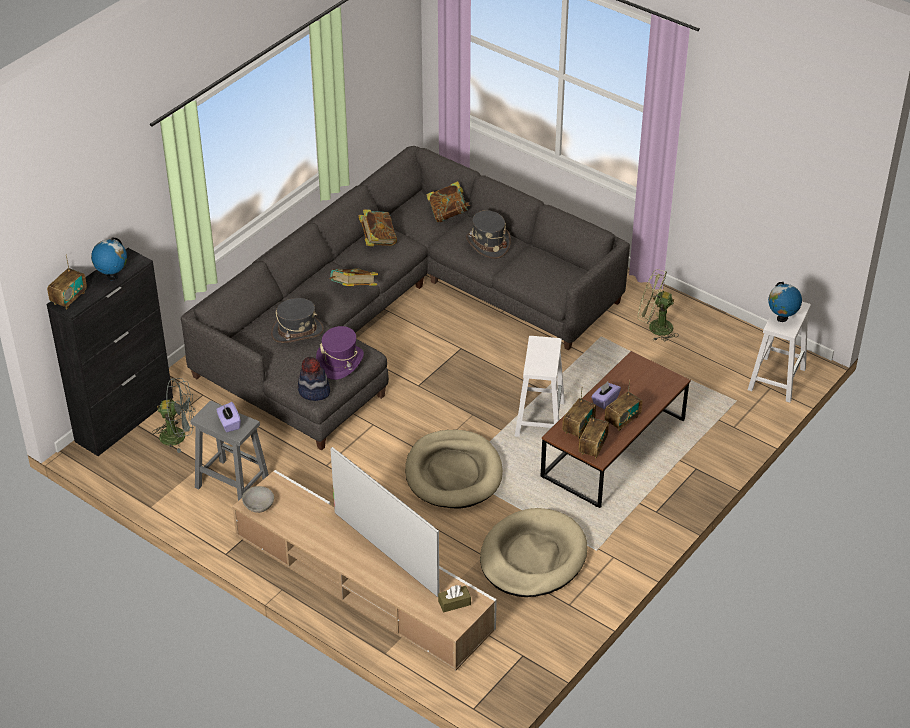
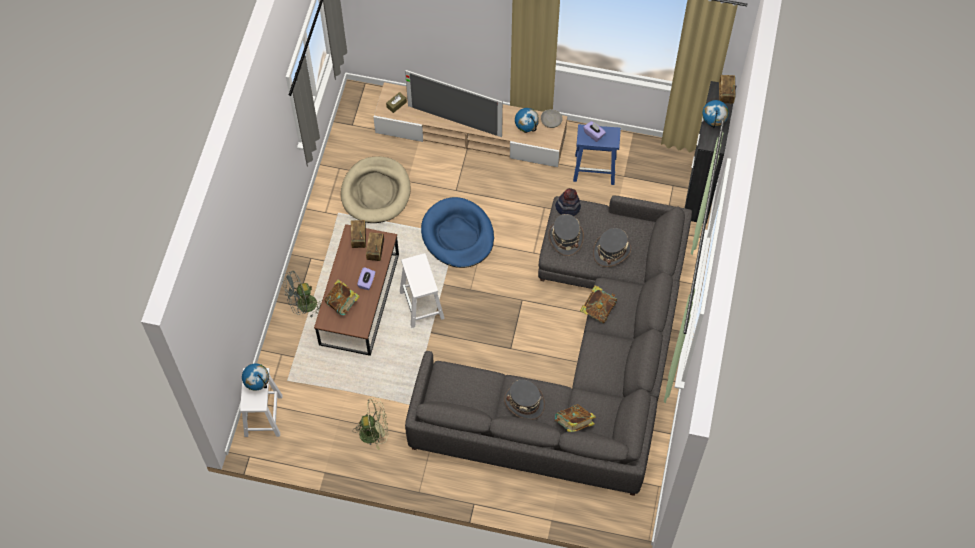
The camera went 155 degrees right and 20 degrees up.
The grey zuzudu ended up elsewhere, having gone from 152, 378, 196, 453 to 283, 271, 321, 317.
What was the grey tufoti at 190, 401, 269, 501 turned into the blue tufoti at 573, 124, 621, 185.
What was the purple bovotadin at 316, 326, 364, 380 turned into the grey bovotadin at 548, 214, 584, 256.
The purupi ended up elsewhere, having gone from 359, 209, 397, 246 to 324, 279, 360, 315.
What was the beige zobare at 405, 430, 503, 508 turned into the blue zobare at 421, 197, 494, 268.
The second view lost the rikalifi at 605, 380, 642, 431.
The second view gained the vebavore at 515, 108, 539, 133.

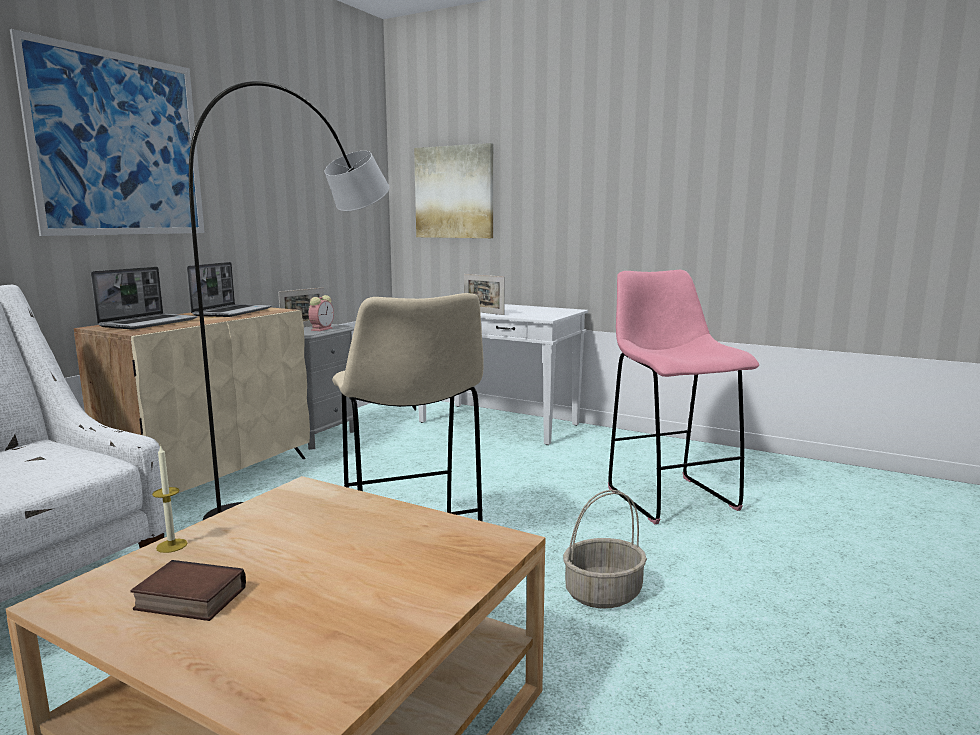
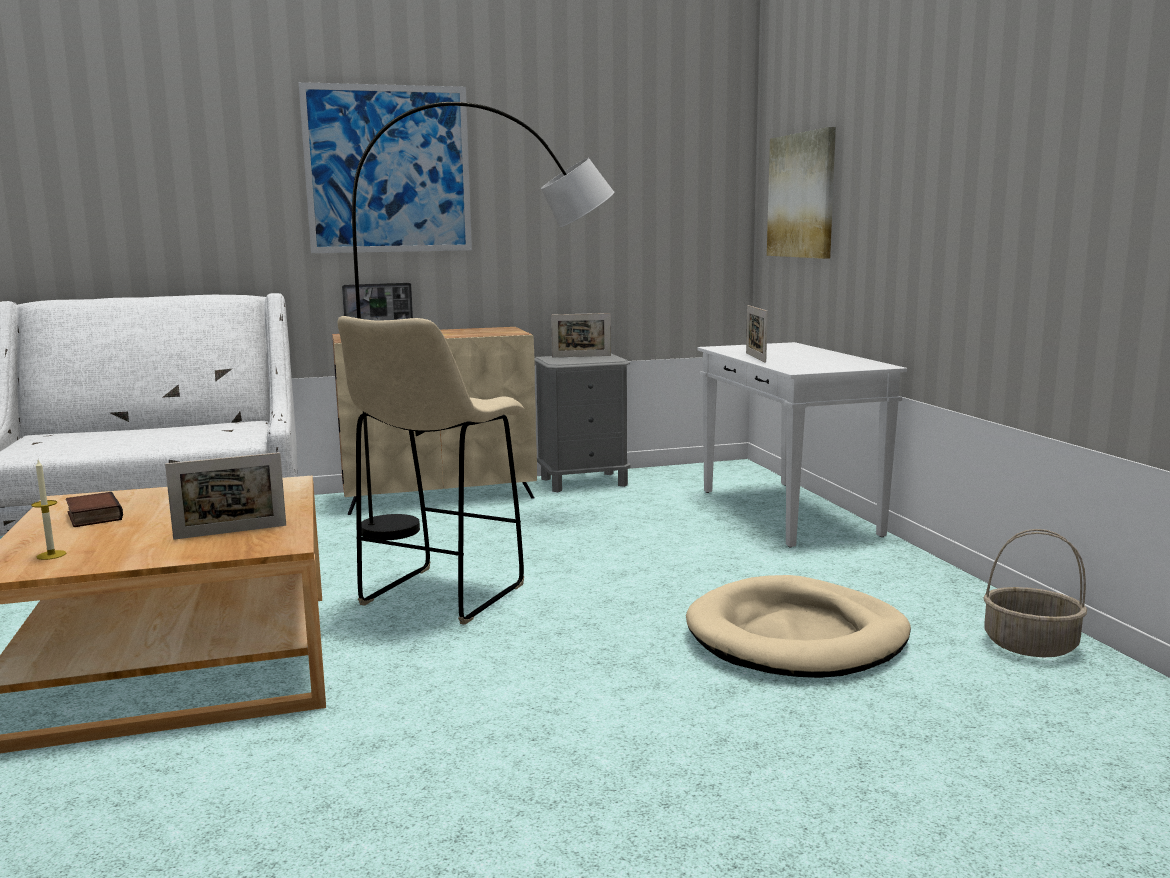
The camera went 45 degrees right and 0 degrees up.
The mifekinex ended up elsewhere, having gone from 152, 445, 187, 553 to 31, 460, 67, 560.
The second view lost the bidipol at 187, 262, 272, 317.
The second view lost the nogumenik at 308, 295, 334, 331.
The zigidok ended up elsewhere, having gone from 563, 490, 647, 608 to 983, 529, 1087, 657.
Where the pink tufoti stood at 608, 270, 759, 524, the beige zobare came to stand at 686, 575, 911, 678.
The second view gained the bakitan at 165, 452, 286, 540.

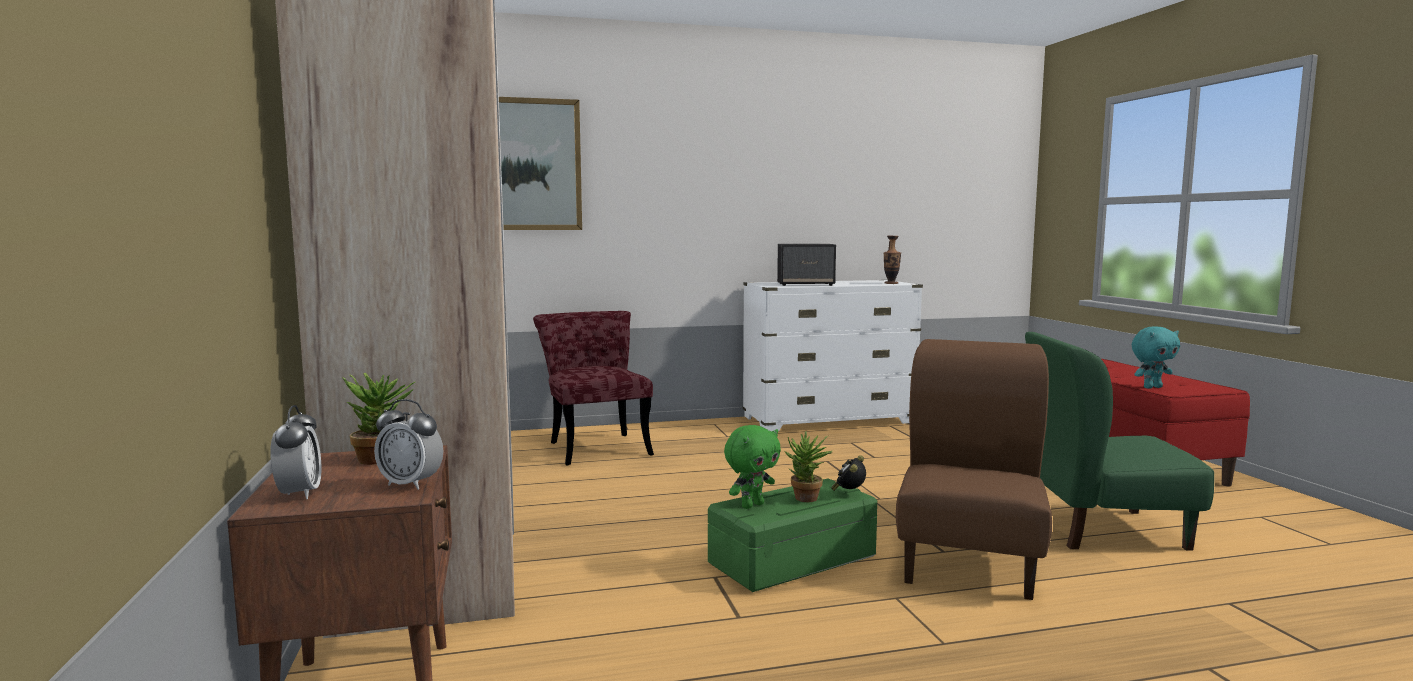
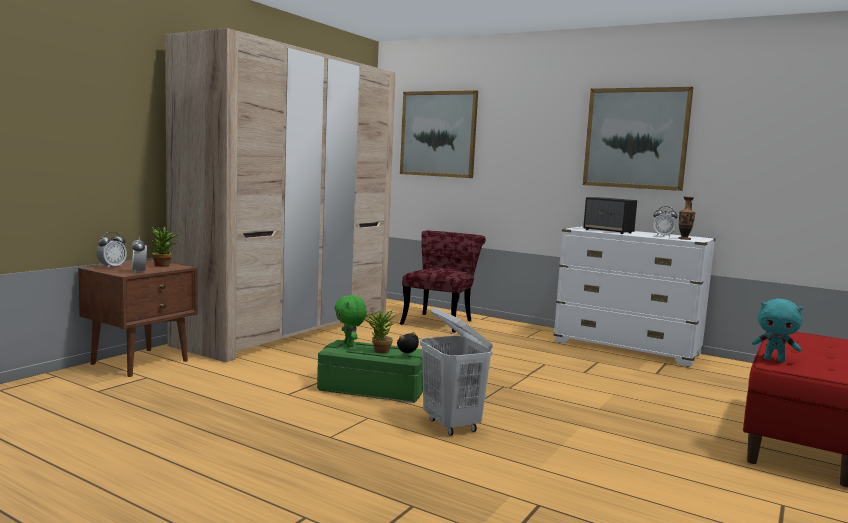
The camera went 45 degrees right and 0 degrees up.
The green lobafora at 724, 425, 781, 509 ended up facing another way, 60 degrees clockwise from before.
Where the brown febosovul stood at 896, 339, 1052, 600, the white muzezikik came to stand at 420, 308, 493, 436.
The second view lost the green febosovul at 1025, 332, 1214, 550.
The second view gained the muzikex at 583, 87, 693, 191.
The second view gained the nogumenik at 653, 206, 678, 237.

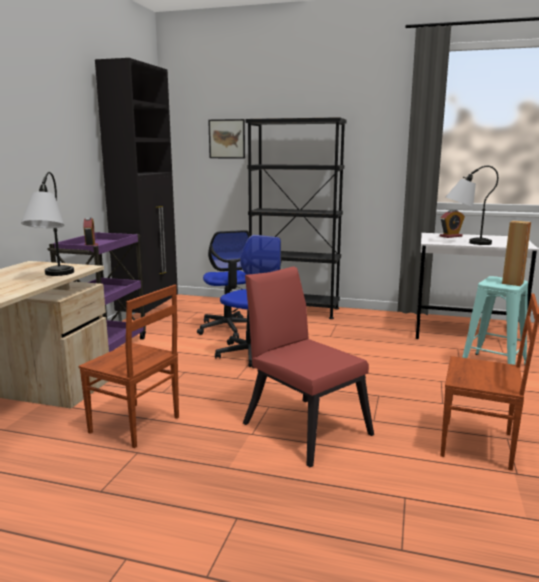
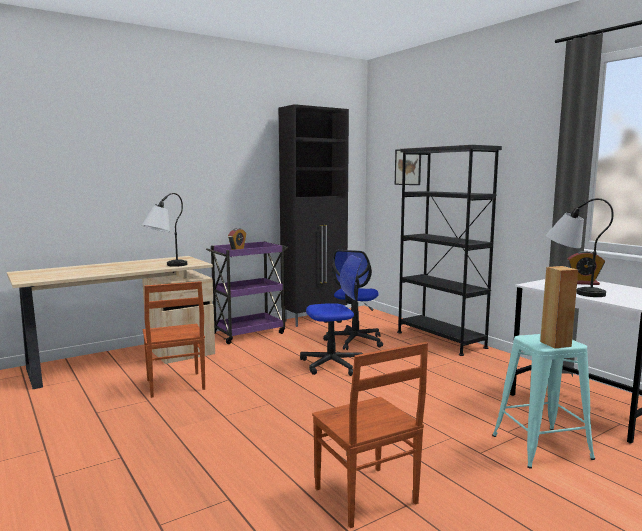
The camera went 40 degrees right and 5 degrees down.
The second view lost the red febosovul at 243, 266, 374, 468.

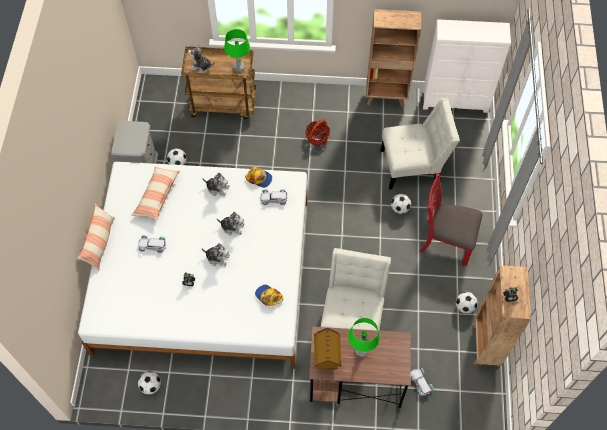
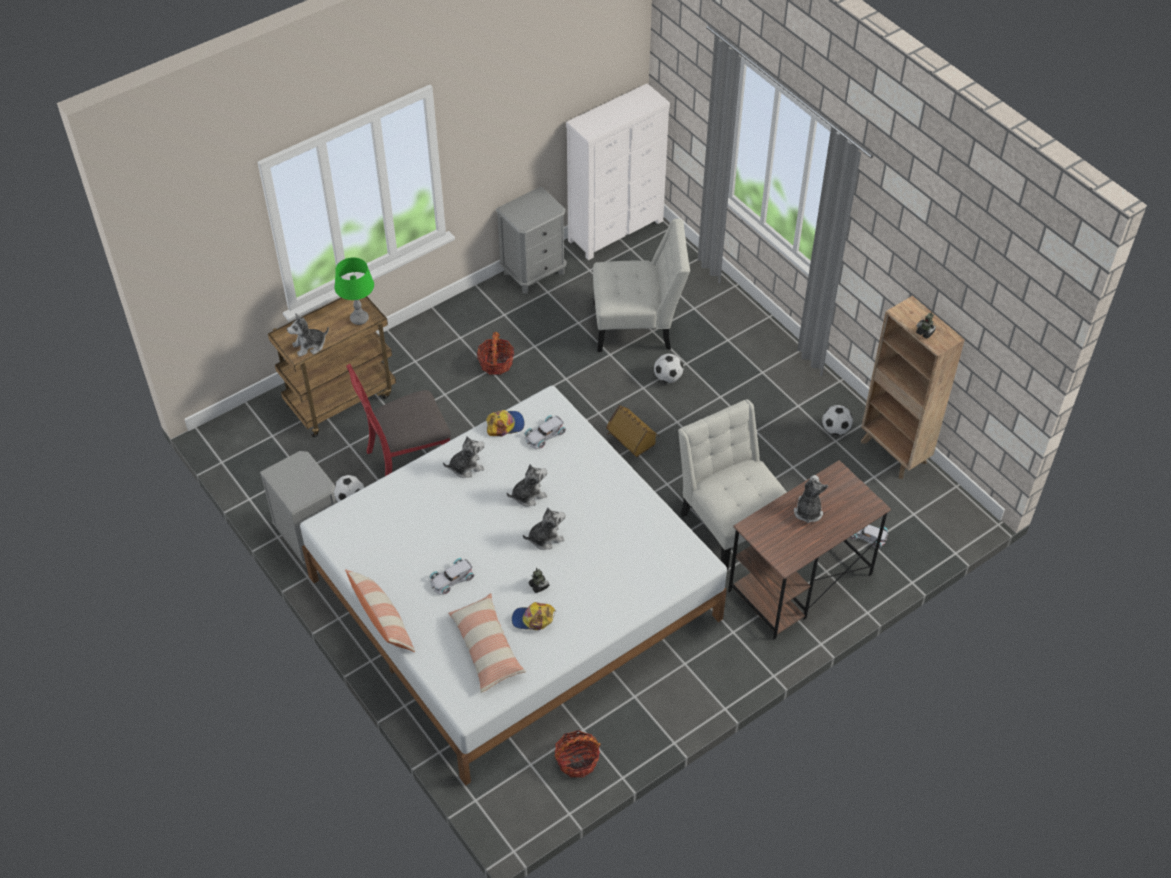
The camera went 40 degrees left and 10 degrees down.
The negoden ended up elsewhere, having gone from 131, 167, 180, 220 to 448, 593, 526, 693.
Where the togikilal stood at 138, 371, 161, 395, the zigidok came to stand at 554, 730, 601, 778.
The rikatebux ended up elsewhere, having gone from 255, 285, 283, 306 to 512, 602, 556, 630.
The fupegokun ended up elsewhere, having gone from 314, 328, 341, 369 to 606, 405, 659, 457.
Where the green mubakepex stood at 348, 318, 380, 357, the lobafora came to stand at 794, 475, 828, 523.
Where the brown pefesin stood at 366, 9, 421, 107, the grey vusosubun came to stand at 496, 187, 567, 294.
The white febosovul at 380, 98, 460, 190 ended up facing another way, 45 degrees clockwise from before.
The red febosovul ended up elsewhere, having gone from 420, 174, 482, 266 to 346, 364, 451, 476.

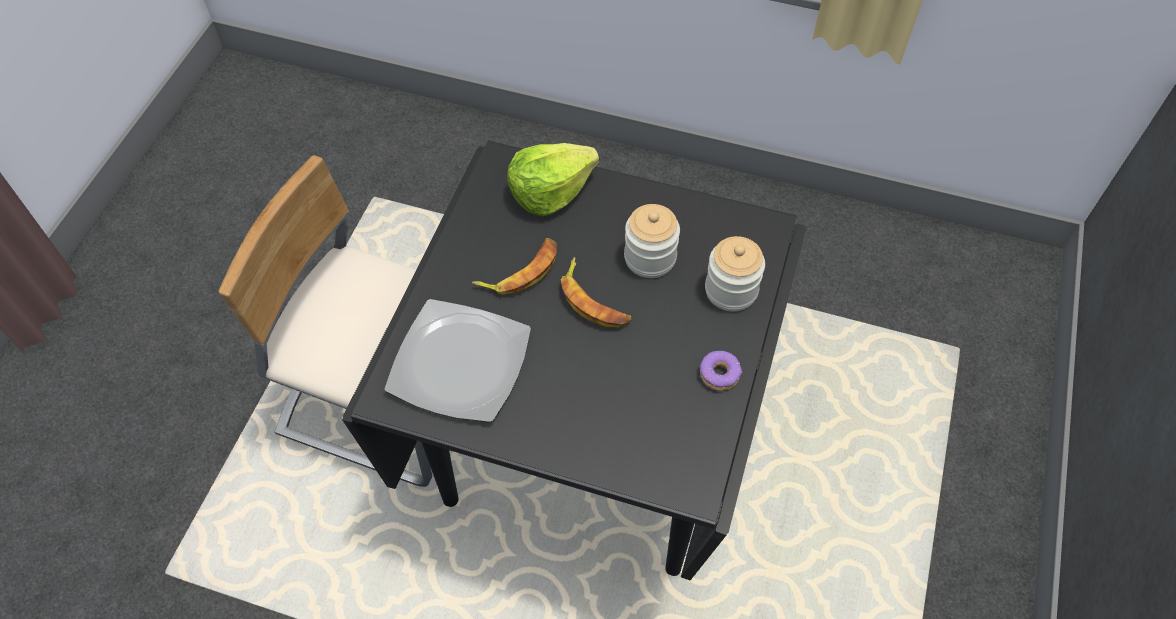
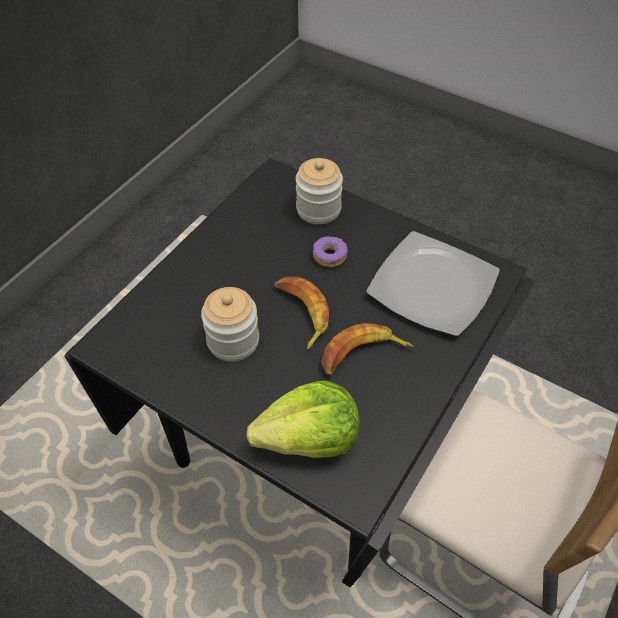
The camera went 165 degrees left and 5 degrees down.
The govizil ended up elsewhere, having gone from 700, 350, 742, 391 to 313, 236, 348, 267.
The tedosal ended up elsewhere, having gone from 705, 236, 765, 311 to 296, 158, 343, 224.

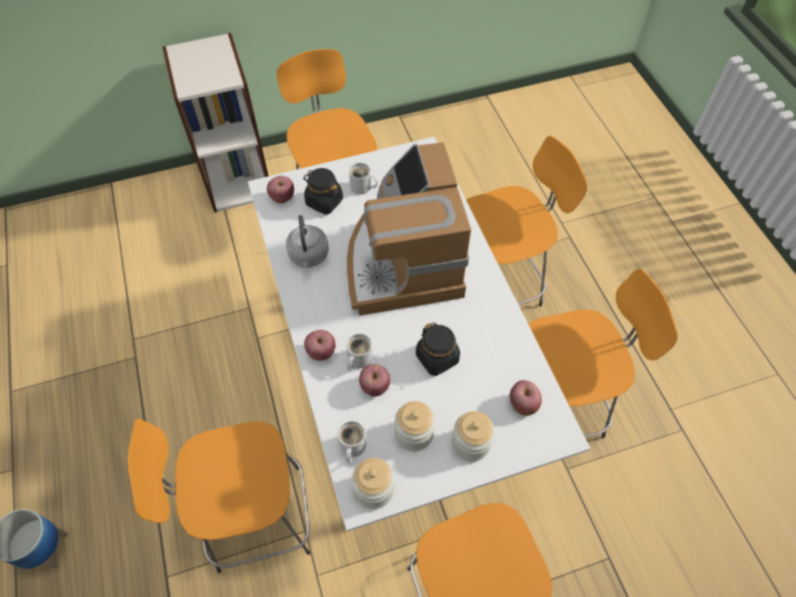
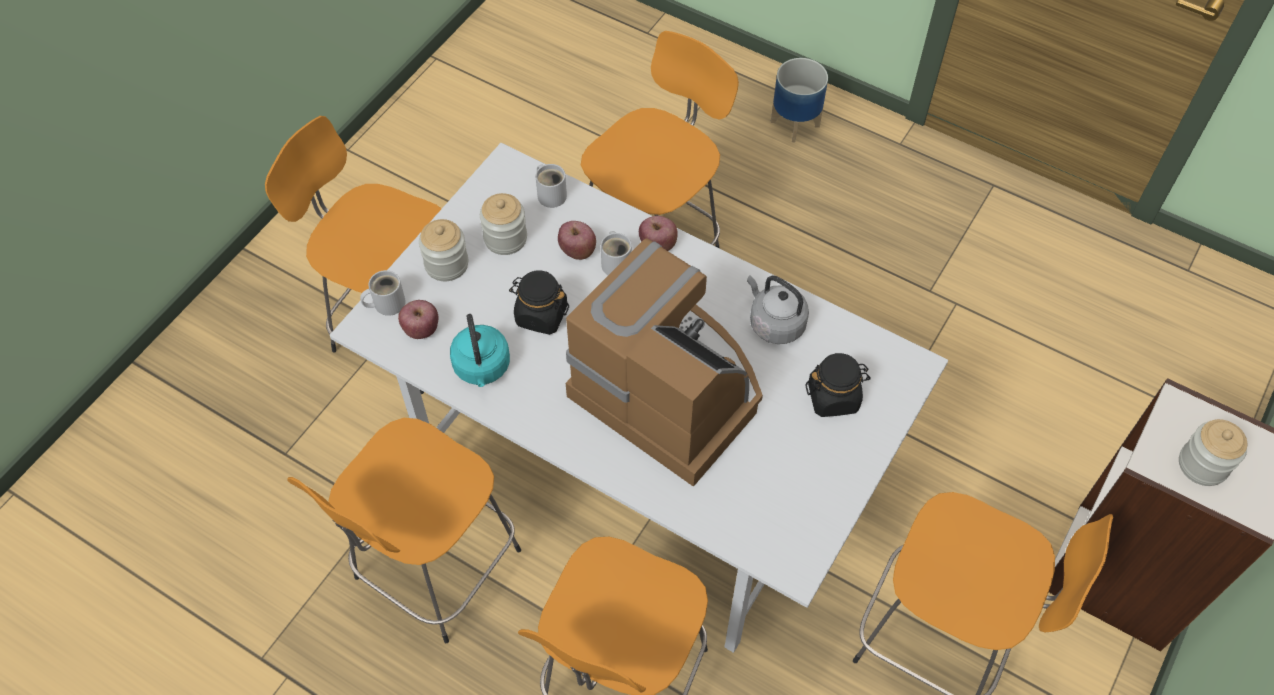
The camera went 140 degrees right and 0 degrees up.
The second view lost the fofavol at 267, 176, 294, 203.
The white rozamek ended up elsewhere, having gone from 349, 163, 378, 195 to 360, 270, 406, 316.
The tedosal ended up elsewhere, having gone from 352, 458, 395, 509 to 1179, 419, 1247, 486.
The second view gained the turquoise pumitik at 450, 314, 510, 387.

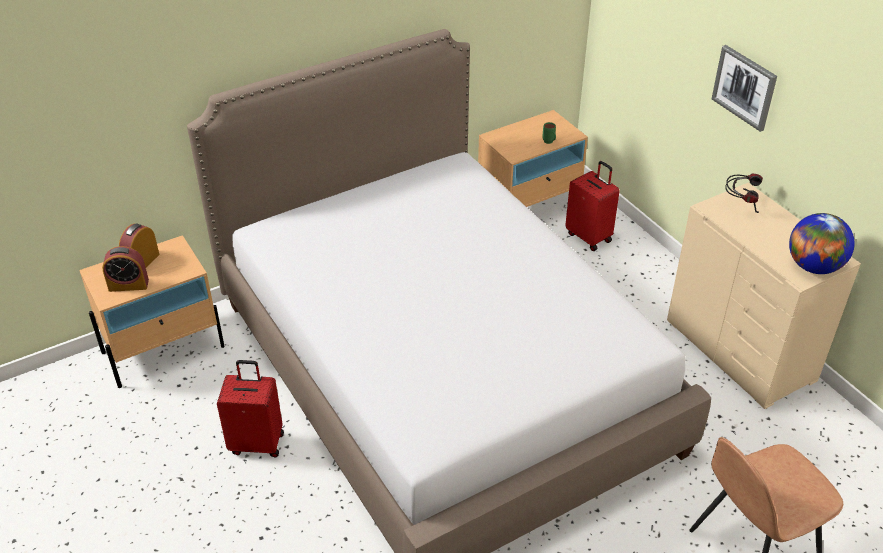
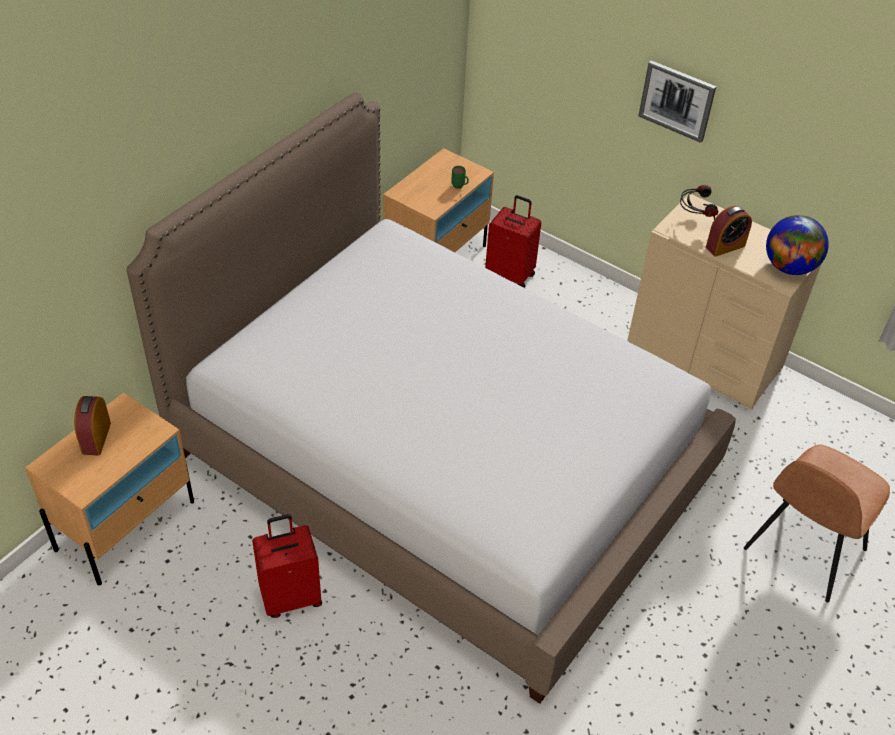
The camera went 25 degrees left and 5 degrees up.
The nogumenik ended up elsewhere, having gone from 102, 246, 149, 292 to 706, 206, 752, 257.

